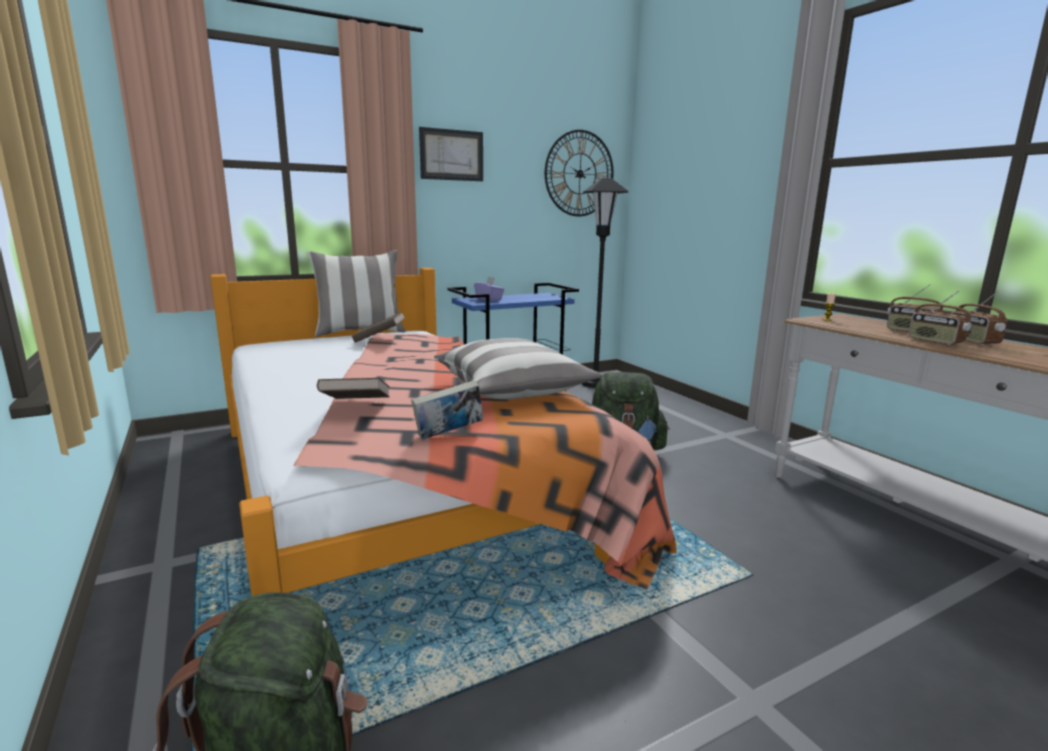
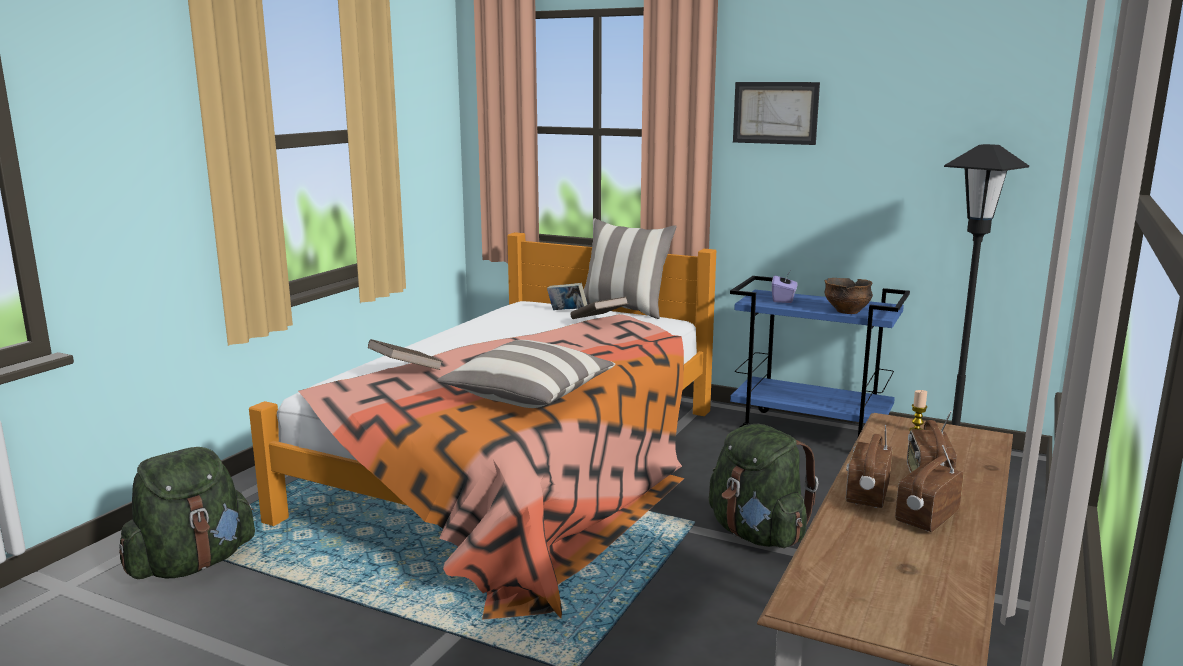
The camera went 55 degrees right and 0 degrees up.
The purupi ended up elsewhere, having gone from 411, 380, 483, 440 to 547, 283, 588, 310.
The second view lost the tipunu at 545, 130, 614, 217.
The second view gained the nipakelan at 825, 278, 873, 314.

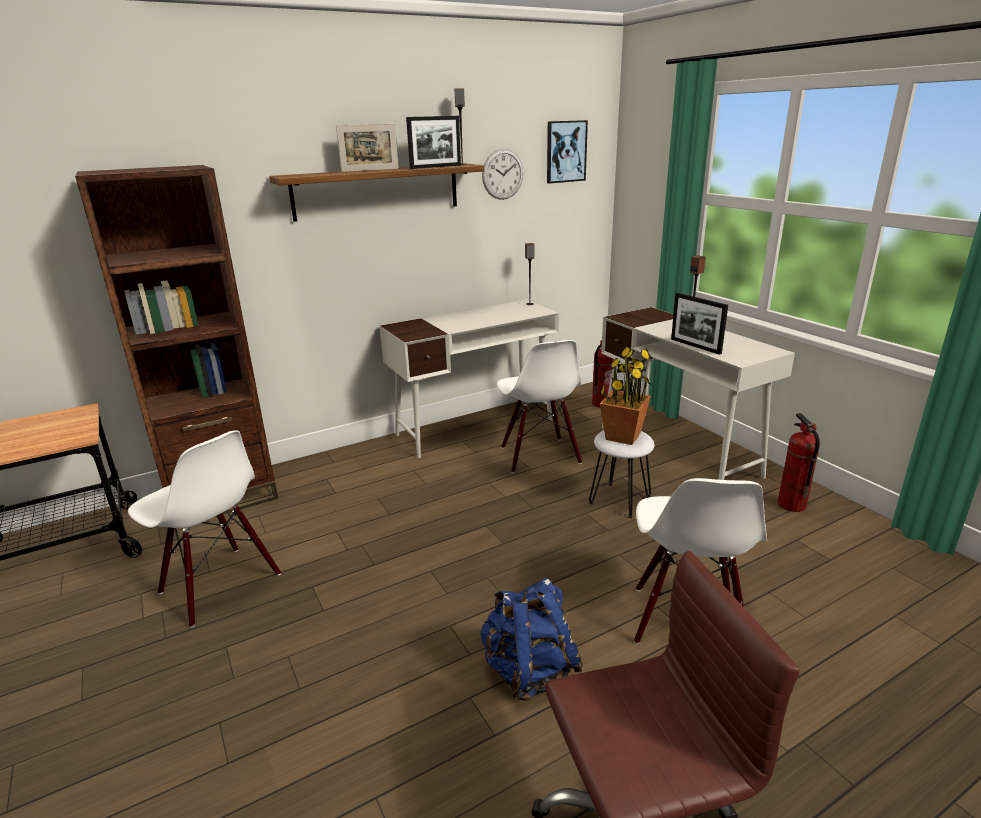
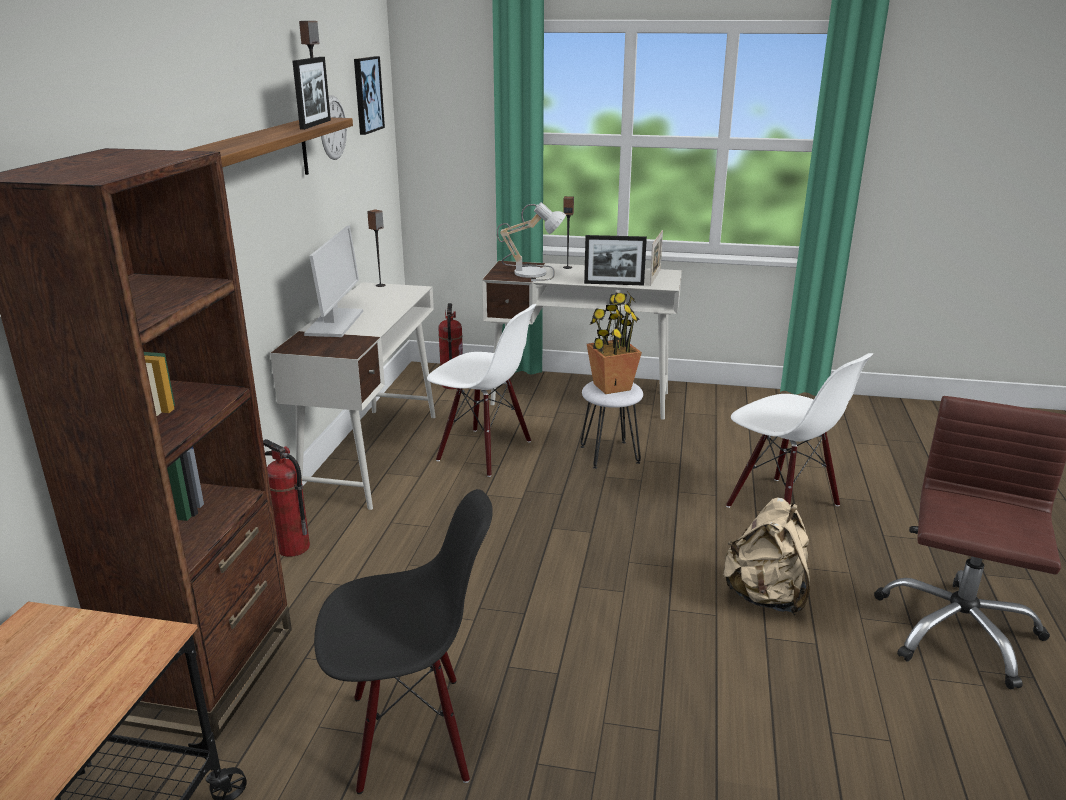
The camera went 50 degrees left and 0 degrees up.
What was the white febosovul at 128, 431, 281, 627 turned into the black febosovul at 314, 489, 493, 794.
The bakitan ended up elsewhere, having gone from 336, 124, 399, 172 to 650, 230, 663, 286.
What was the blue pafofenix at 480, 578, 583, 701 turned into the beige pafofenix at 723, 497, 810, 615.
The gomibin ended up elsewhere, having gone from 778, 413, 820, 512 to 263, 439, 310, 557.
The second view gained the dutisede at 304, 226, 363, 337.
The second view gained the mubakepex at 497, 202, 566, 281.

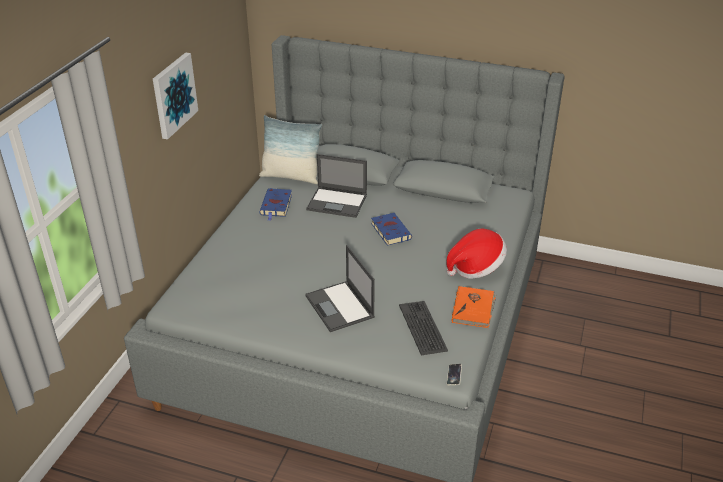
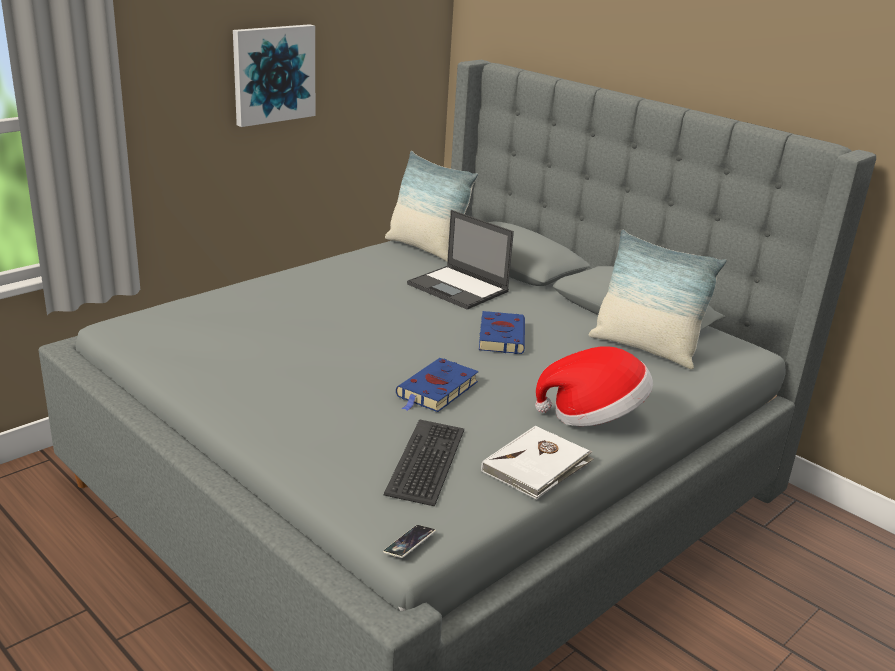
The camera went 25 degrees right and 10 degrees down.
The blue purupi ended up elsewhere, having gone from 259, 188, 292, 221 to 396, 358, 479, 412.
The second view lost the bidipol at 305, 245, 375, 332.
What was the orange purupi at 452, 286, 497, 328 turned into the white purupi at 481, 426, 594, 500.
The second view gained the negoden at 589, 230, 727, 369.

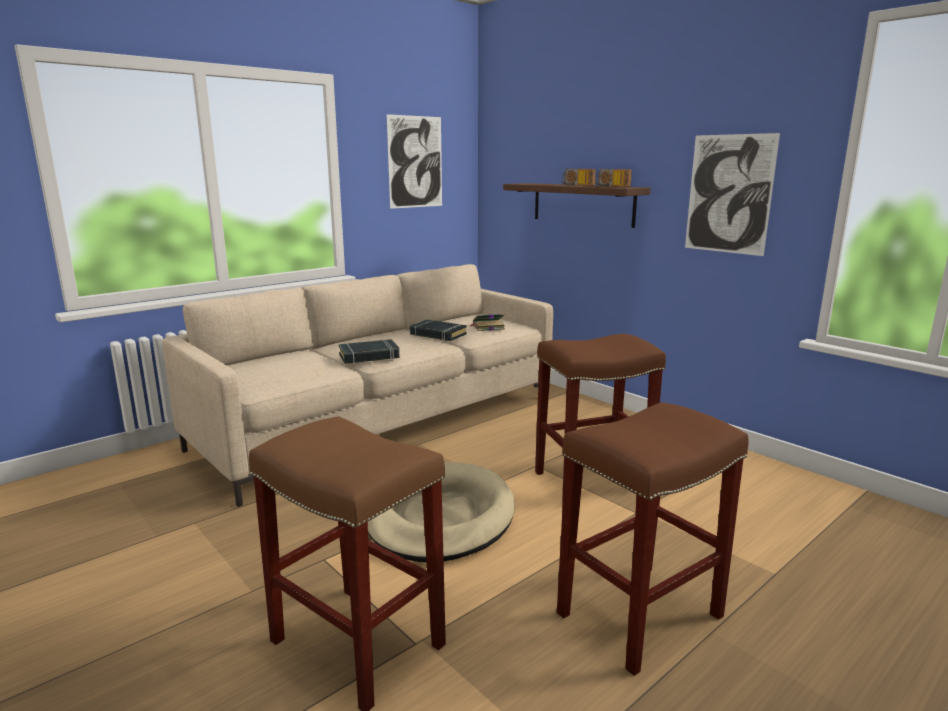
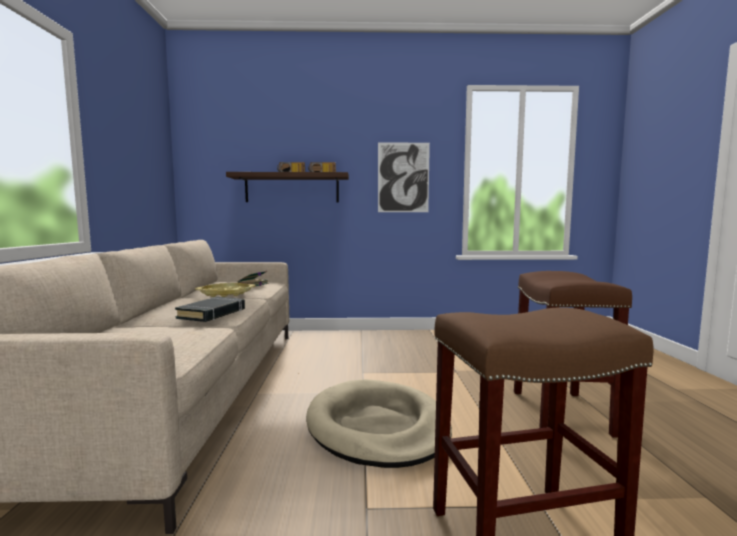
The camera went 50 degrees left and 10 degrees down.
The second view lost the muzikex at 387, 114, 442, 209.
Where the black purupi stood at 410, 320, 467, 341, the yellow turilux came to stand at 195, 283, 255, 297.
The second view lost the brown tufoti at 535, 334, 666, 502.

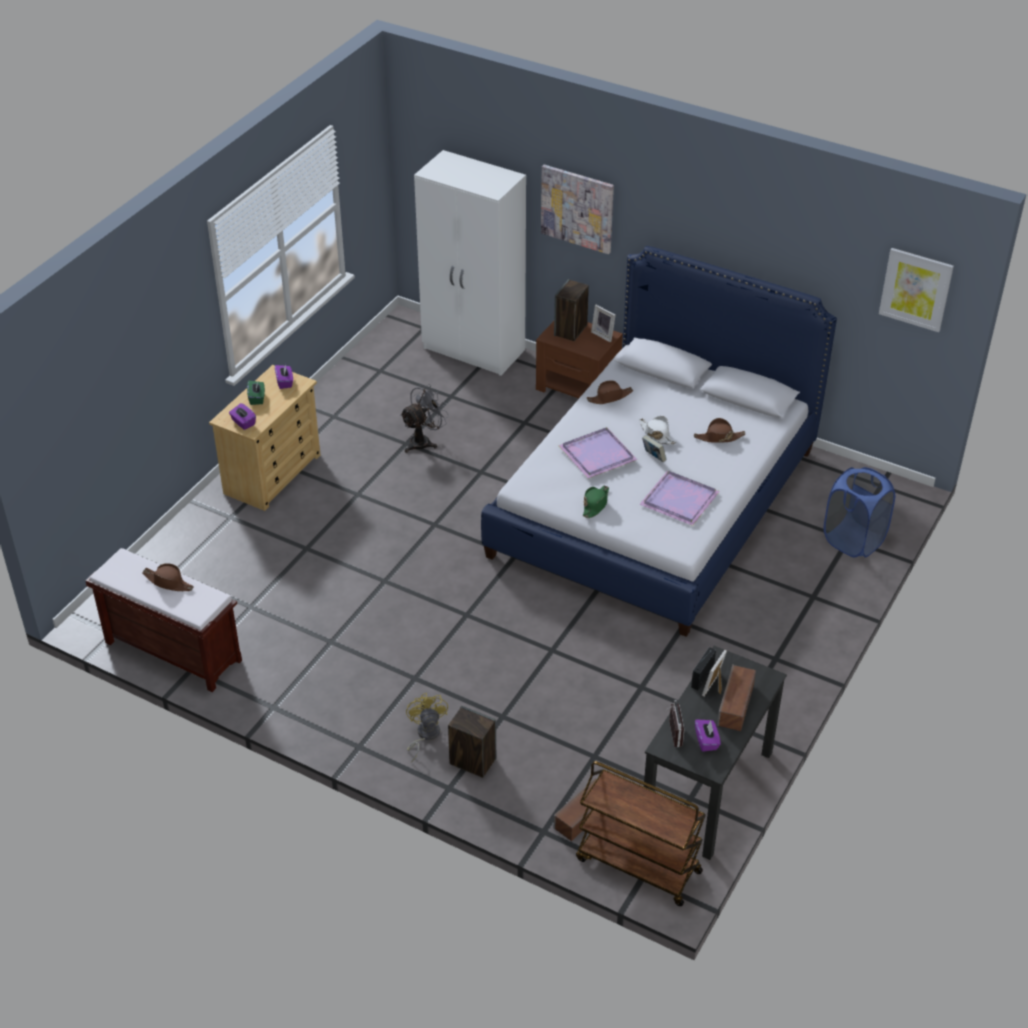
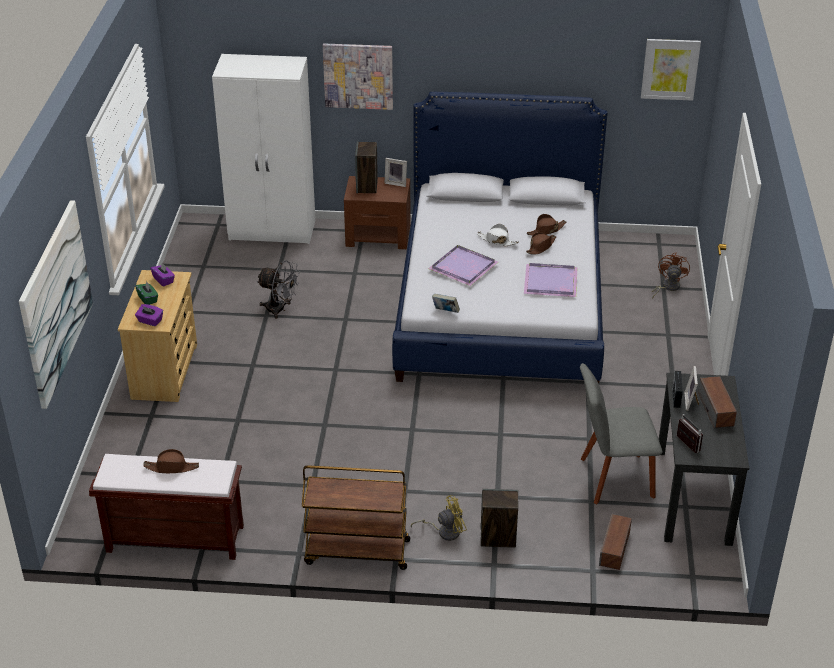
The camera went 25 degrees left and 5 degrees down.
The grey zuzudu at 400, 384, 449, 453 ended up facing another way, 90 degrees clockwise from before.
The yellow zuzudu at 406, 693, 448, 762 ended up facing another way, 105 degrees clockwise from before.
The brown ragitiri ended up elsewhere, having gone from 576, 761, 706, 906 to 302, 465, 410, 570.
The second view lost the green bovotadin at 583, 485, 609, 518.
The brown bovotadin ended up elsewhere, having gone from 587, 381, 633, 404 to 526, 232, 556, 255.
The purupi ended up elsewhere, having gone from 642, 435, 667, 462 to 432, 294, 460, 313.
The second view lost the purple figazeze at 695, 719, 721, 752.
Where the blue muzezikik stood at 824, 467, 895, 558, the brown zuzudu came to stand at 652, 252, 690, 299.
The second view gained the muzikex at 19, 200, 93, 409.
The second view gained the grey febosovul at 580, 363, 663, 505.

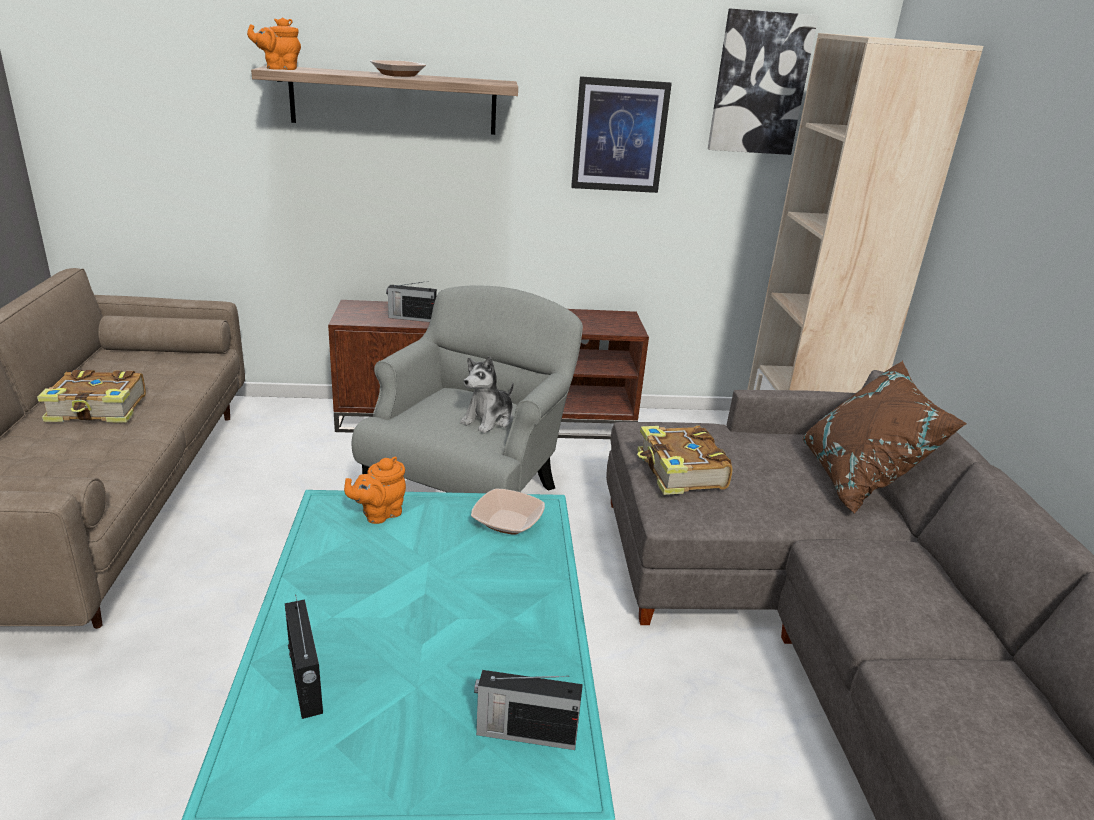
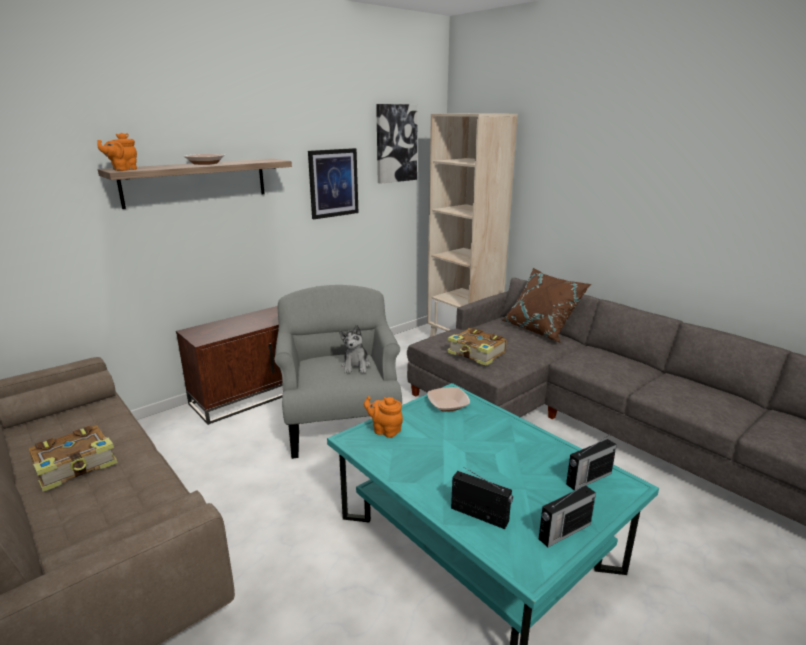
The camera went 35 degrees left and 5 degrees down.
The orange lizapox at 344, 457, 406, 524 ended up facing another way, 105 degrees clockwise from before.
The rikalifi ended up elsewhere, having gone from 386, 281, 437, 322 to 539, 483, 596, 547.

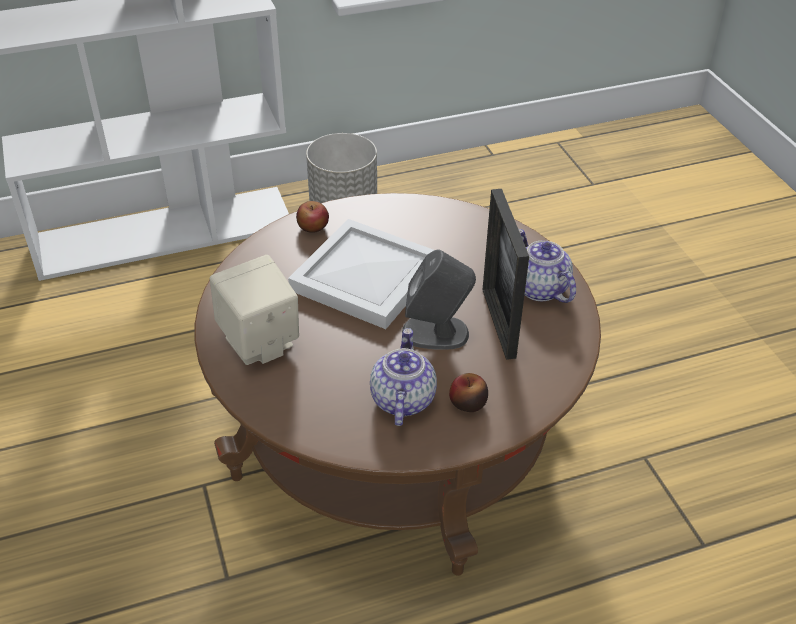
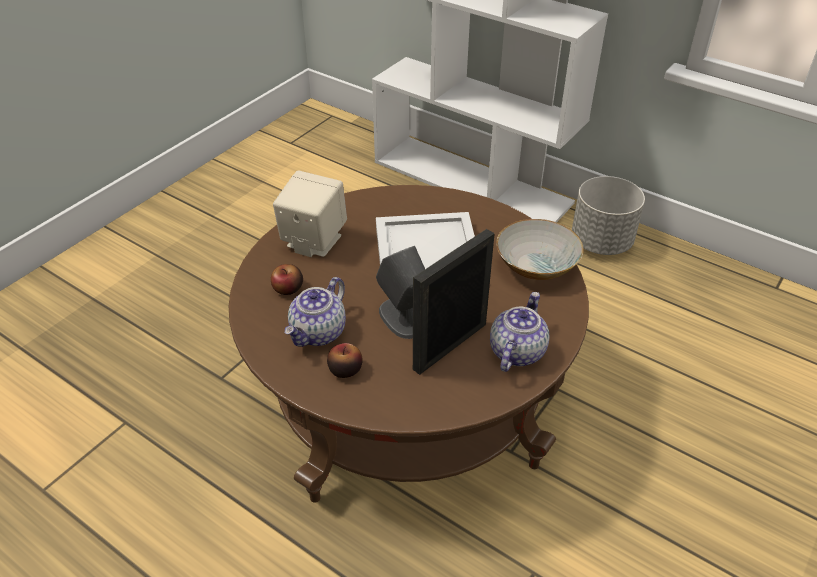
The camera went 55 degrees right and 0 degrees up.
The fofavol ended up elsewhere, having gone from 296, 201, 329, 233 to 271, 264, 303, 295.
The lizapox at 370, 328, 437, 426 ended up facing another way, 150 degrees clockwise from before.
The second view gained the nipakelan at 496, 219, 584, 280.

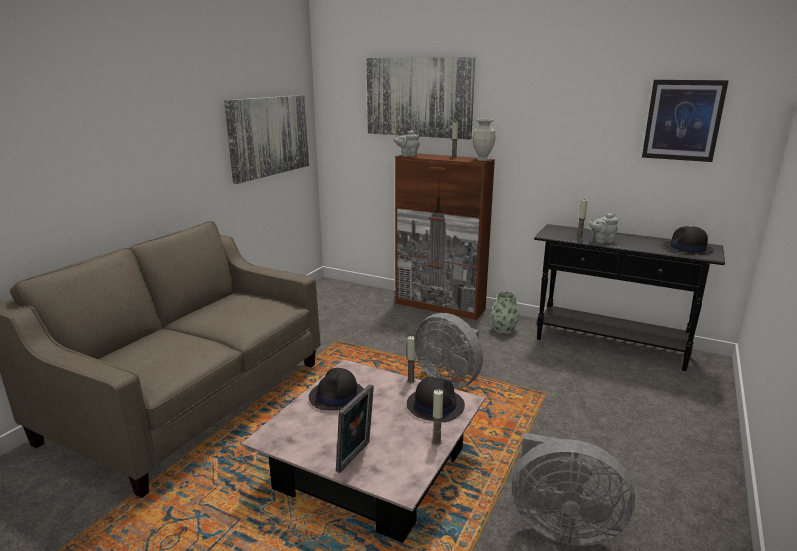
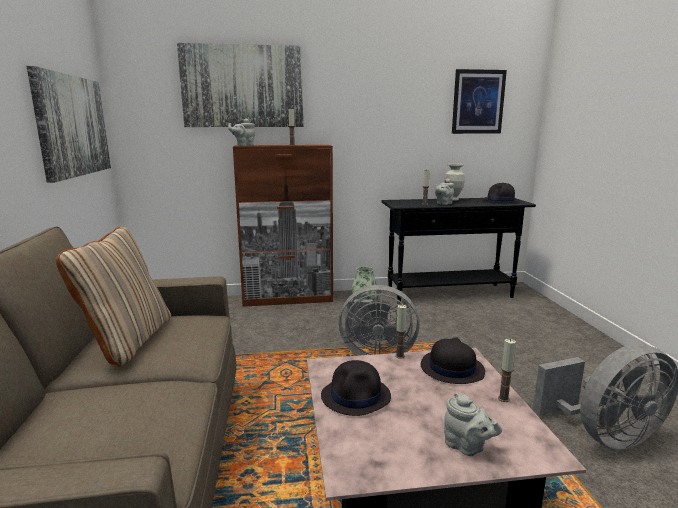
The camera went 35 degrees left and 5 degrees down.
Where the bakitan stood at 336, 384, 374, 473, the grey lizapox came to stand at 444, 393, 502, 456.
The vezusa ended up elsewhere, having gone from 472, 119, 496, 161 to 444, 164, 465, 201.
The second view gained the beige negoden at 56, 227, 171, 367.

